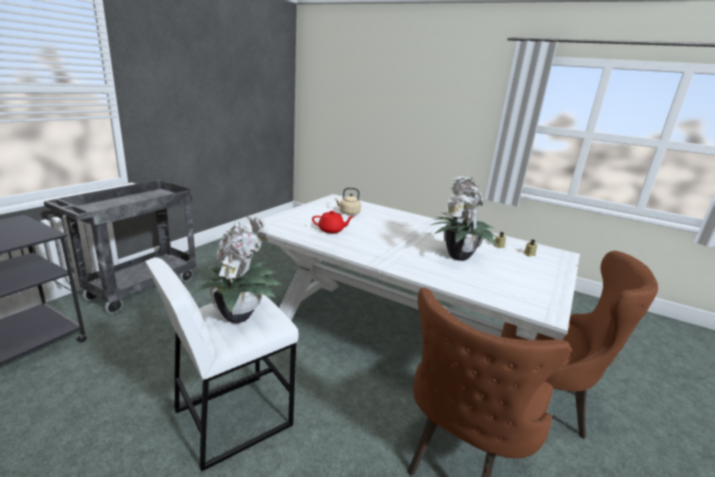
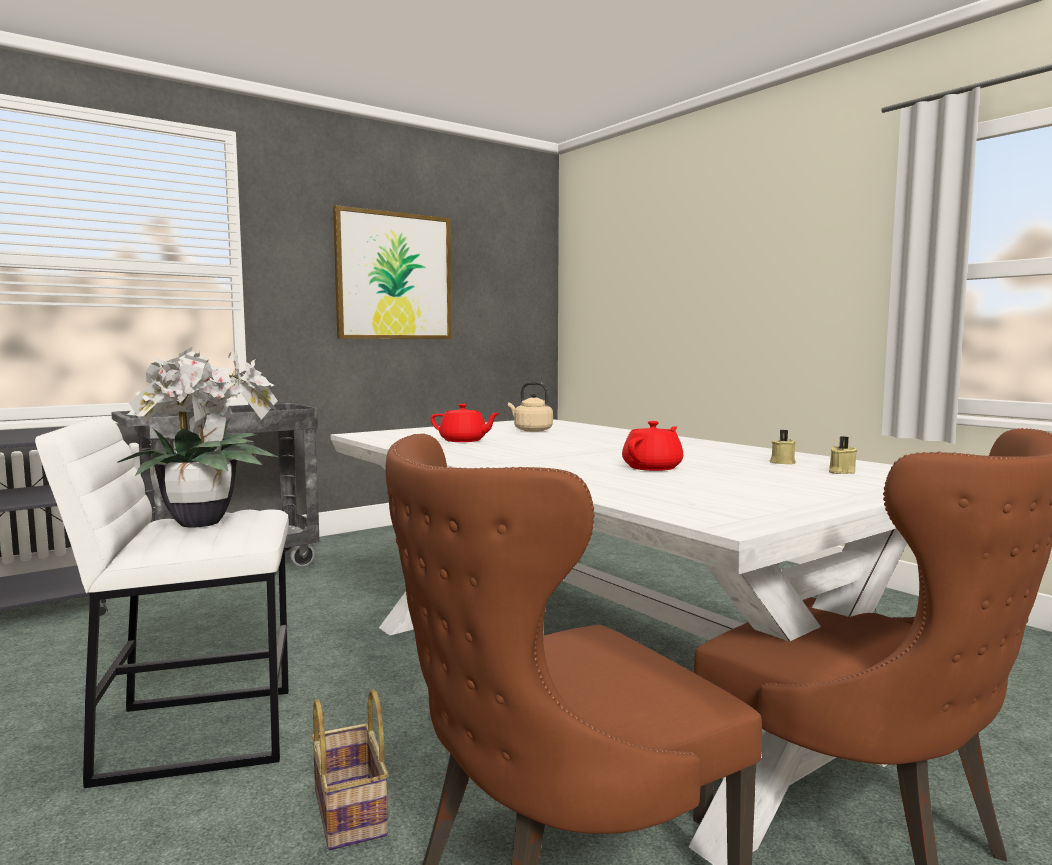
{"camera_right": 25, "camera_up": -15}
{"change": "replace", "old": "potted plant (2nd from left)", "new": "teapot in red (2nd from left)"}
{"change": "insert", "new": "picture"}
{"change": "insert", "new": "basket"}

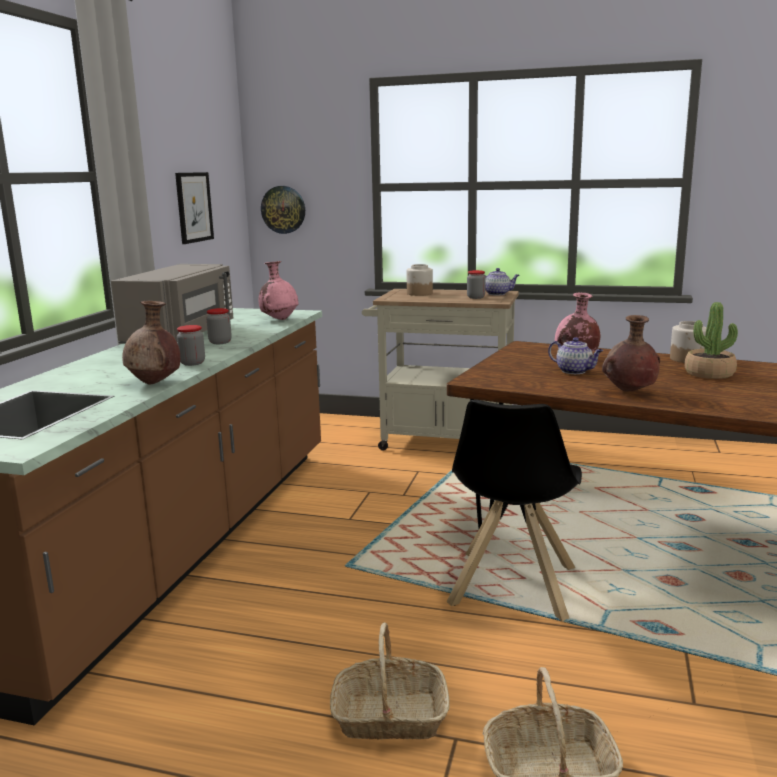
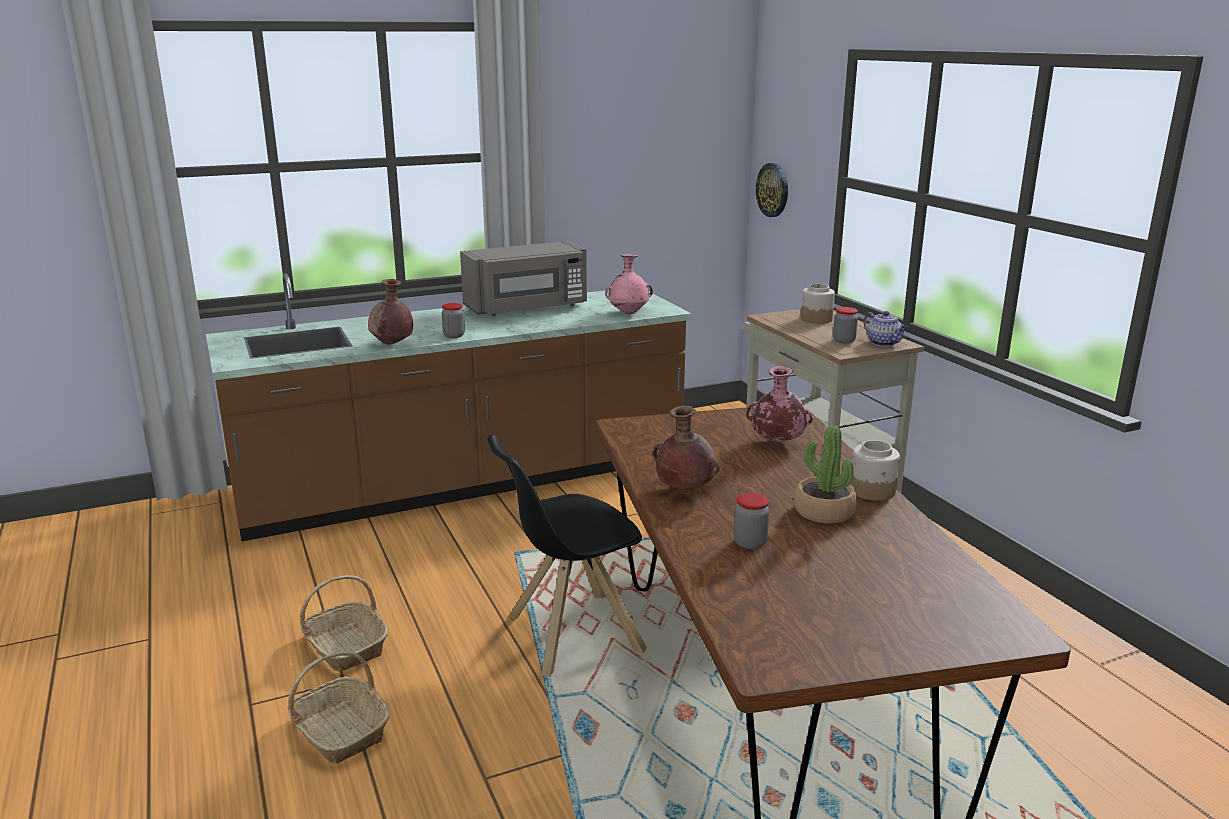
{"camera_right": 50, "camera_up": 5}
{"change": "delete", "old": "picture"}
{"change": "move", "old": "jar (2nd from left)"}
{"change": "delete", "old": "teapot (2nd from left)"}

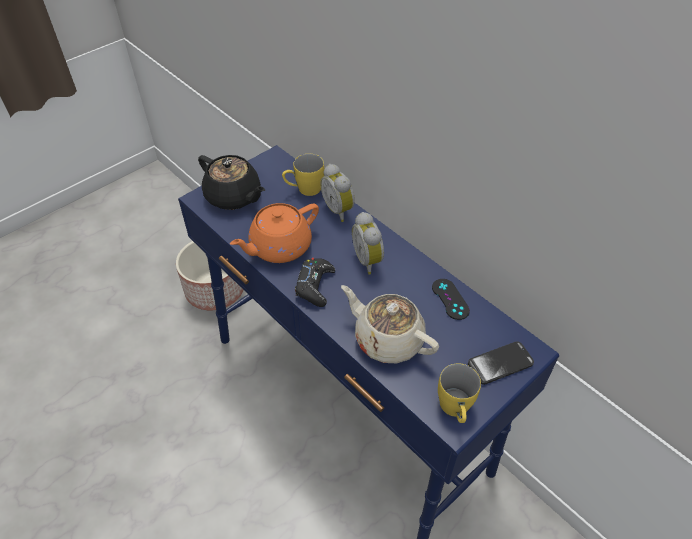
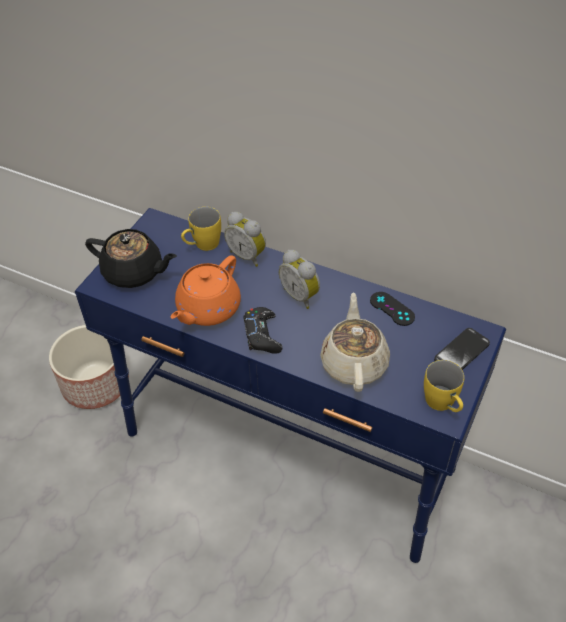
{"camera_right": -20, "camera_up": 0}
{"change": "rotate", "old": "teapot in beige", "degrees": 75}

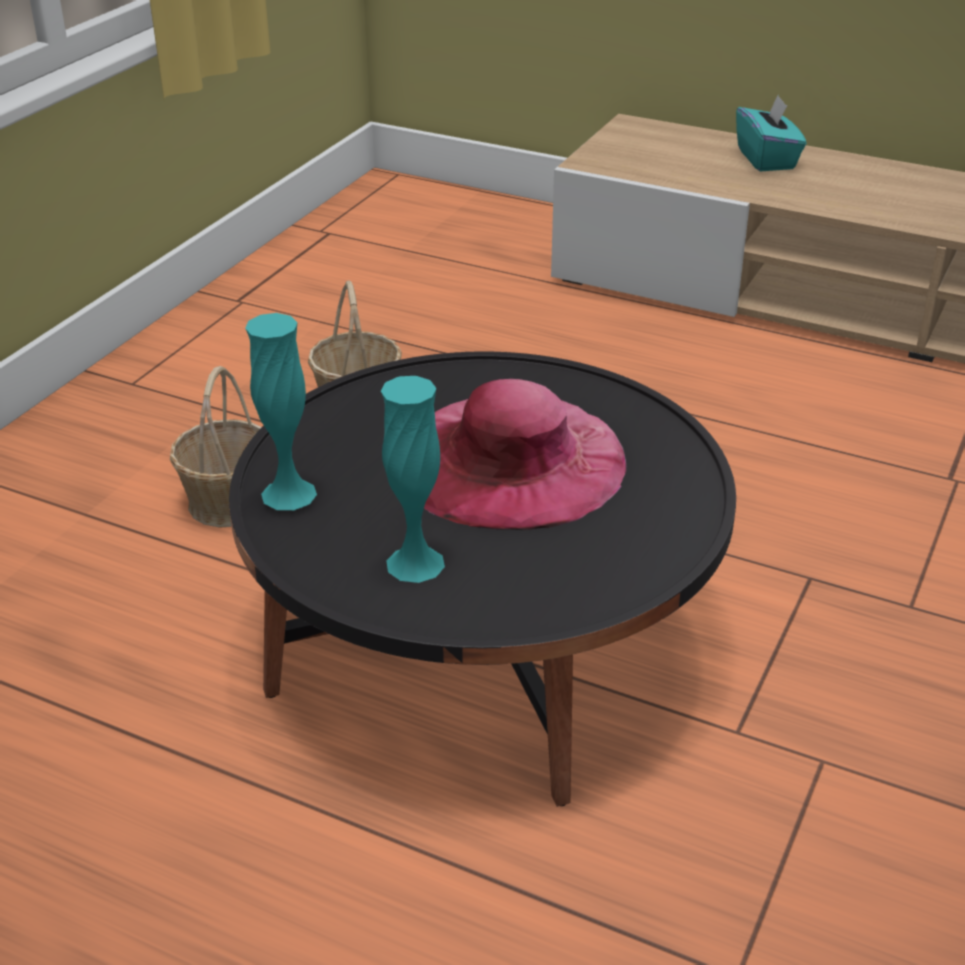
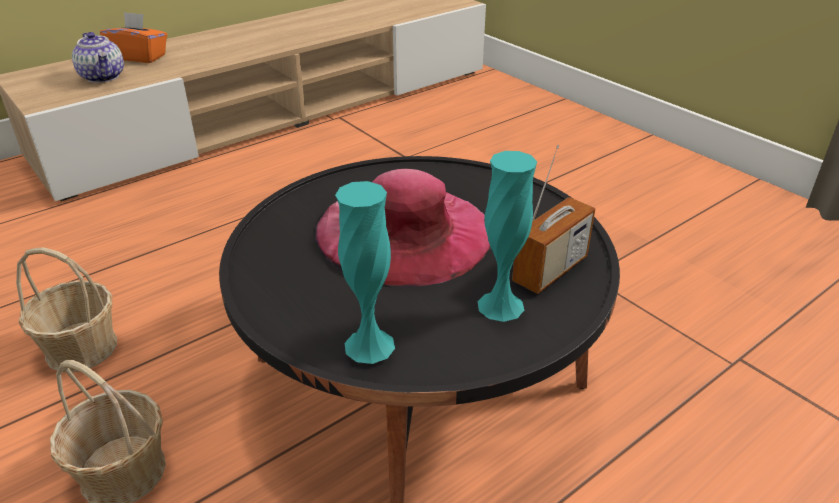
{"camera_right": -65, "camera_up": 0}
{"change": "recolor", "old": "tissue box in turquoise", "new": "tissue box in orange"}
{"change": "insert", "new": "teapot"}
{"change": "insert", "new": "radio"}

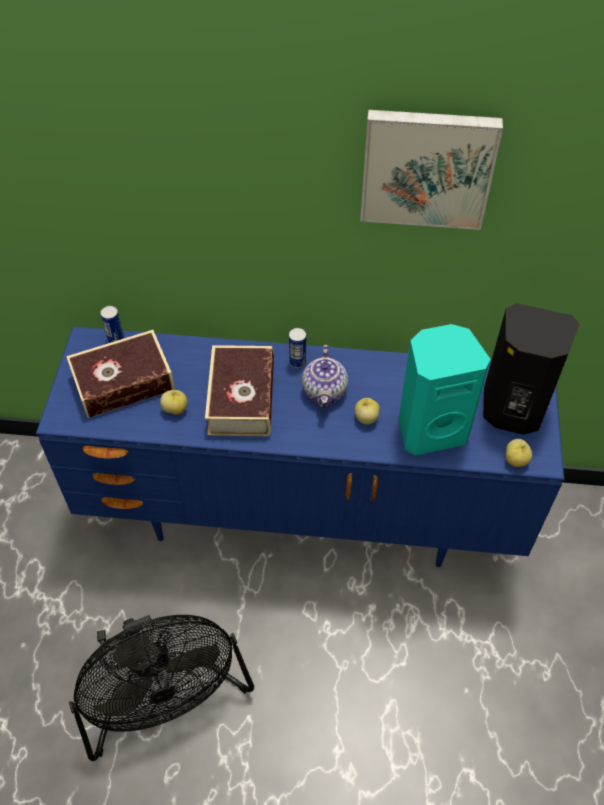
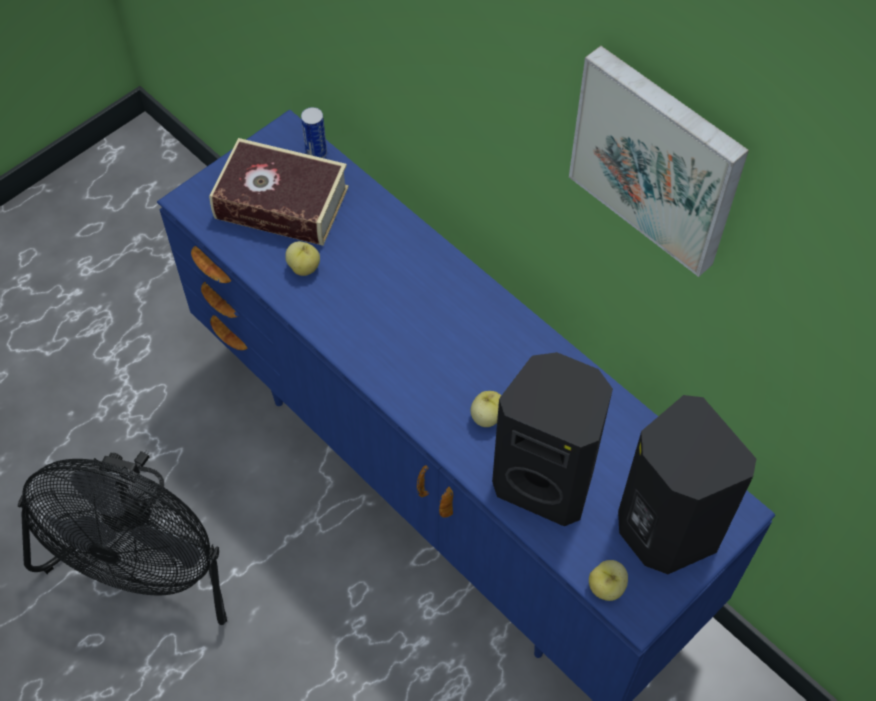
{"camera_right": 40, "camera_up": 5}
{"change": "recolor", "old": "speaker in turquoise", "new": "speaker in black (1st from left)"}
{"change": "delete", "old": "can (2nd from left)"}
{"change": "delete", "old": "book (2nd from left)"}
{"change": "delete", "old": "teapot"}

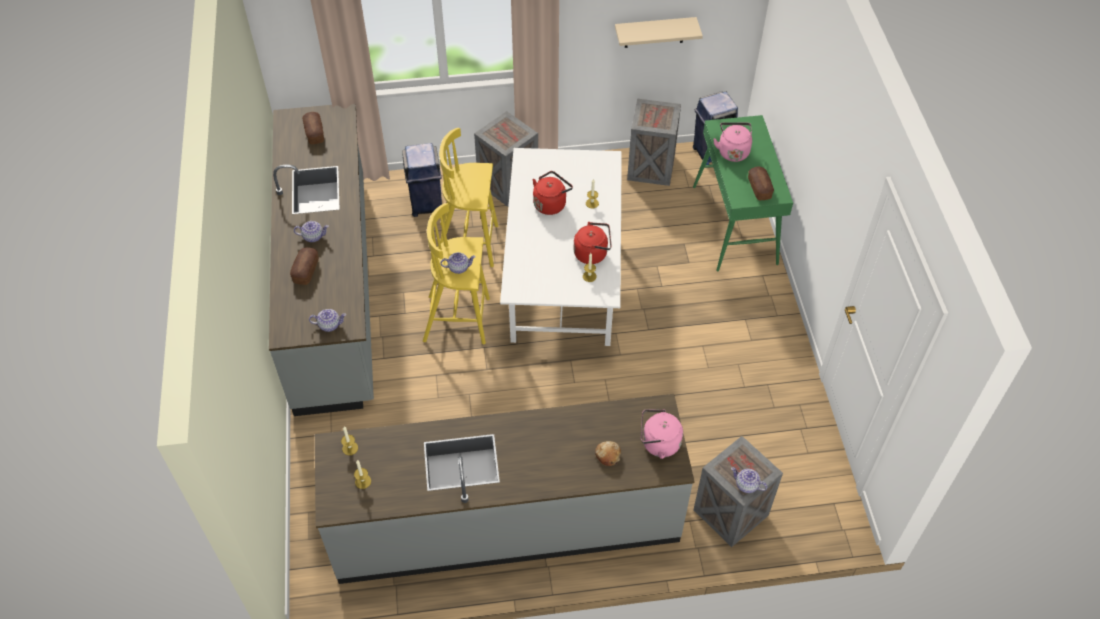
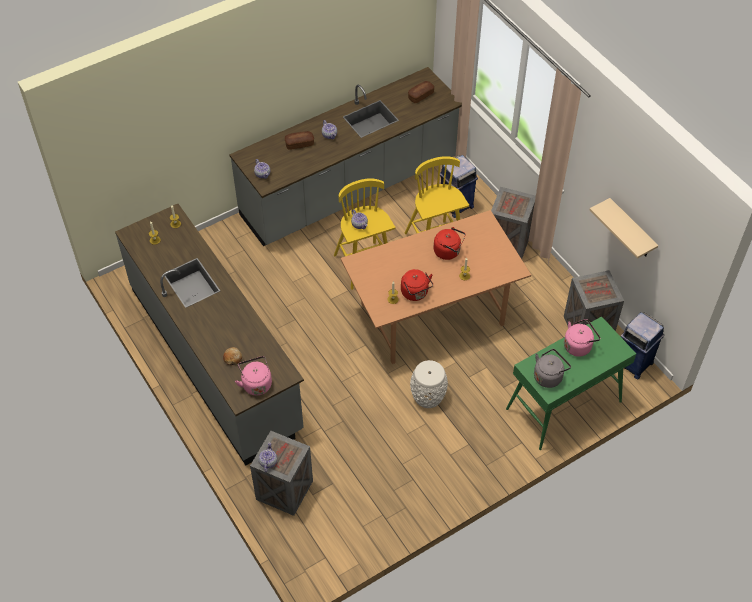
{"camera_right": 65, "camera_up": 0}
{"change": "recolor", "old": "dining table in white", "new": "dining table in brown"}
{"change": "replace", "old": "bread (4th from left)", "new": "kettle in grey"}
{"change": "insert", "new": "stool in white"}

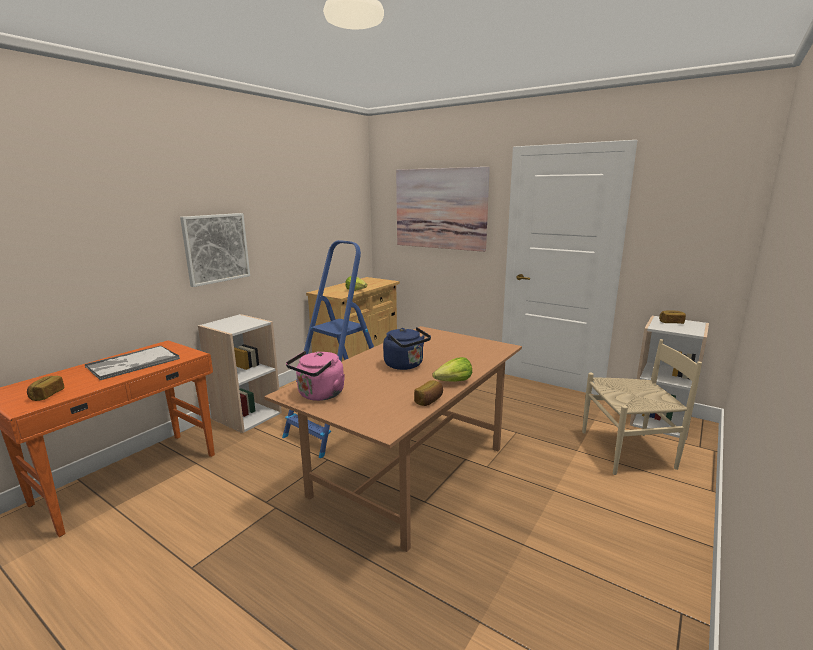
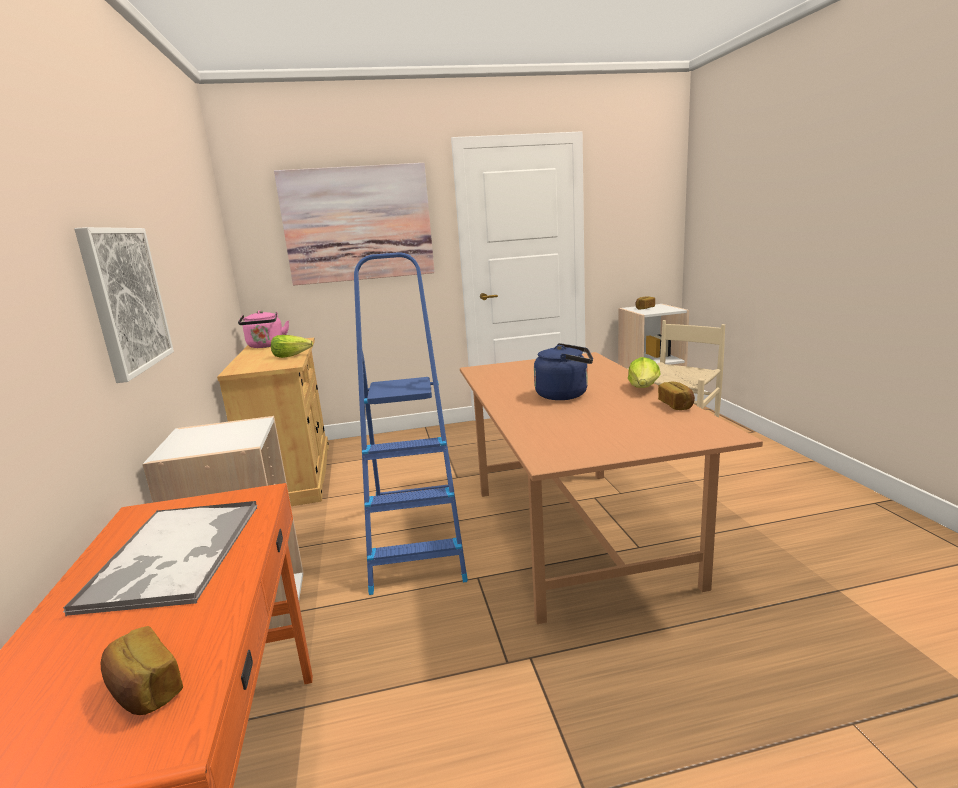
{"camera_right": -45, "camera_up": 0}
{"change": "move", "old": "kettle in pink"}

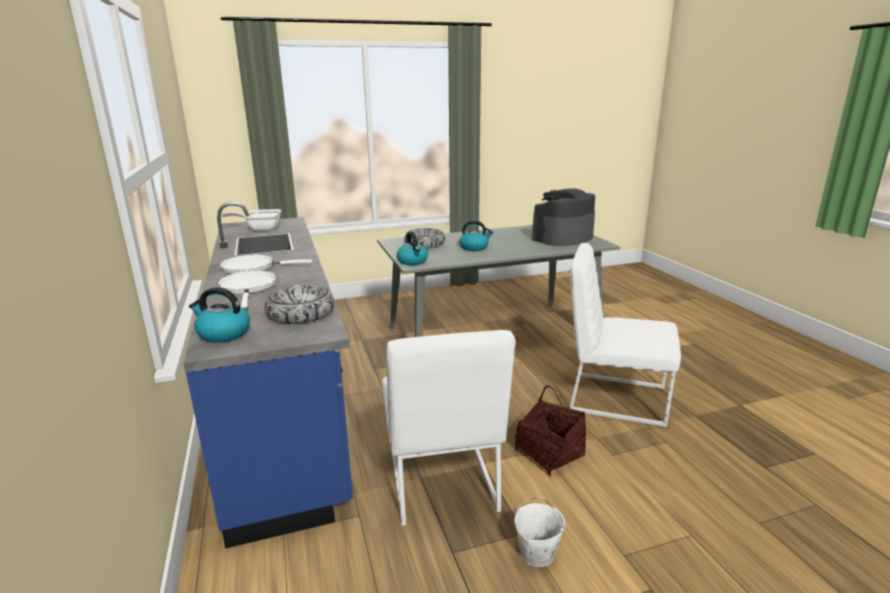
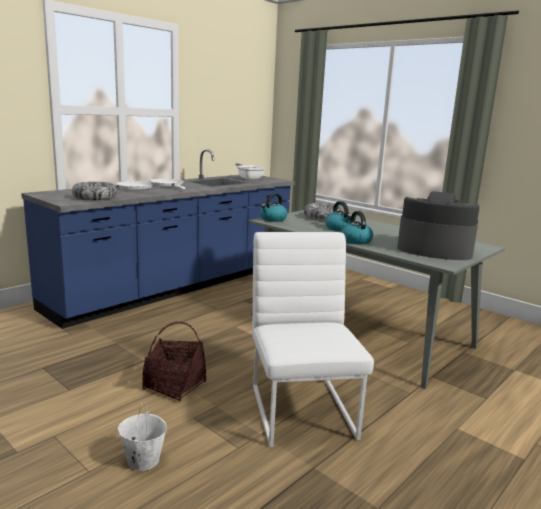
{"camera_right": 60, "camera_up": -5}
{"change": "move", "old": "kettle (1st from left in the first image)", "new": "kettle (3rd from left)"}
{"change": "delete", "old": "chair in white (1st from left)"}
{"change": "move", "old": "bucket in white"}

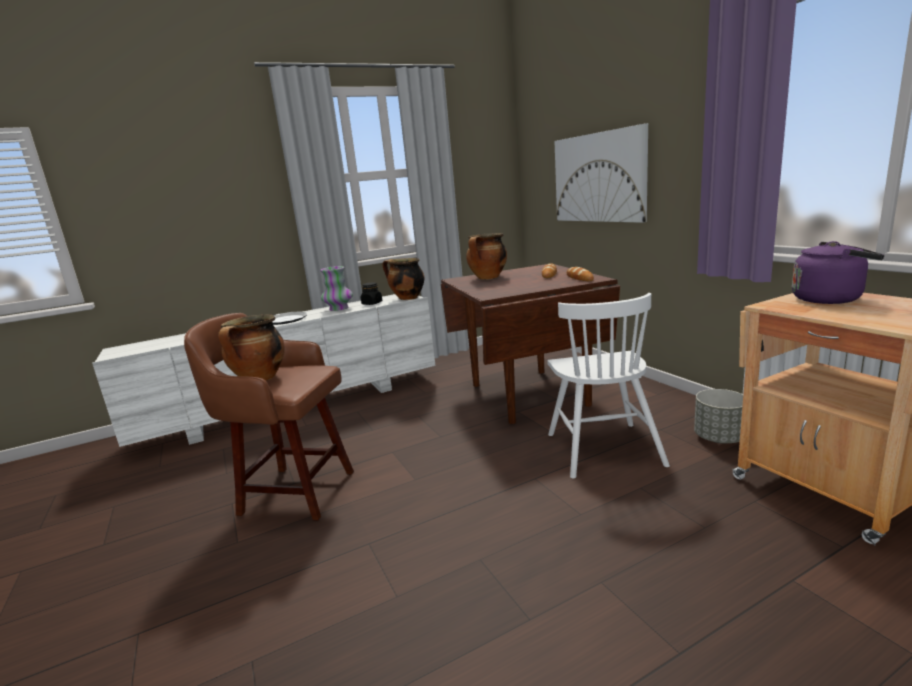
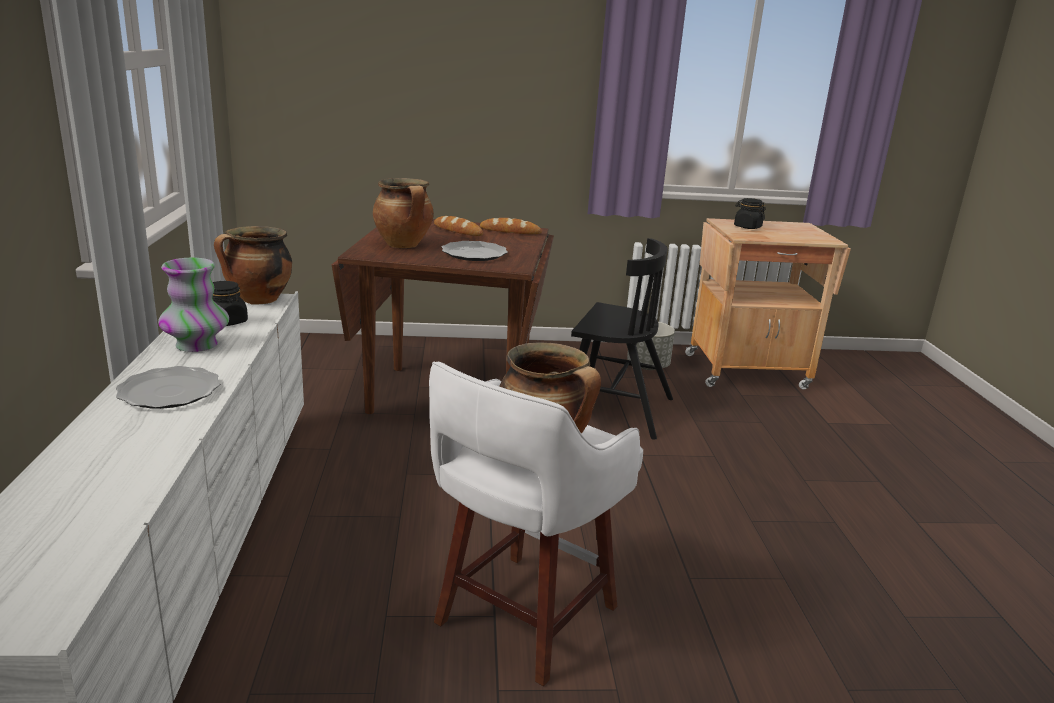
{"camera_right": -70, "camera_up": 5}
{"change": "delete", "old": "picture"}
{"change": "replace", "old": "kettle in purple", "new": "jar in black (2nd from left)"}
{"change": "recolor", "old": "chair in white", "new": "chair in black"}
{"change": "recolor", "old": "stool in brown", "new": "stool in white"}
{"change": "insert", "new": "plate (2nd from left)"}

